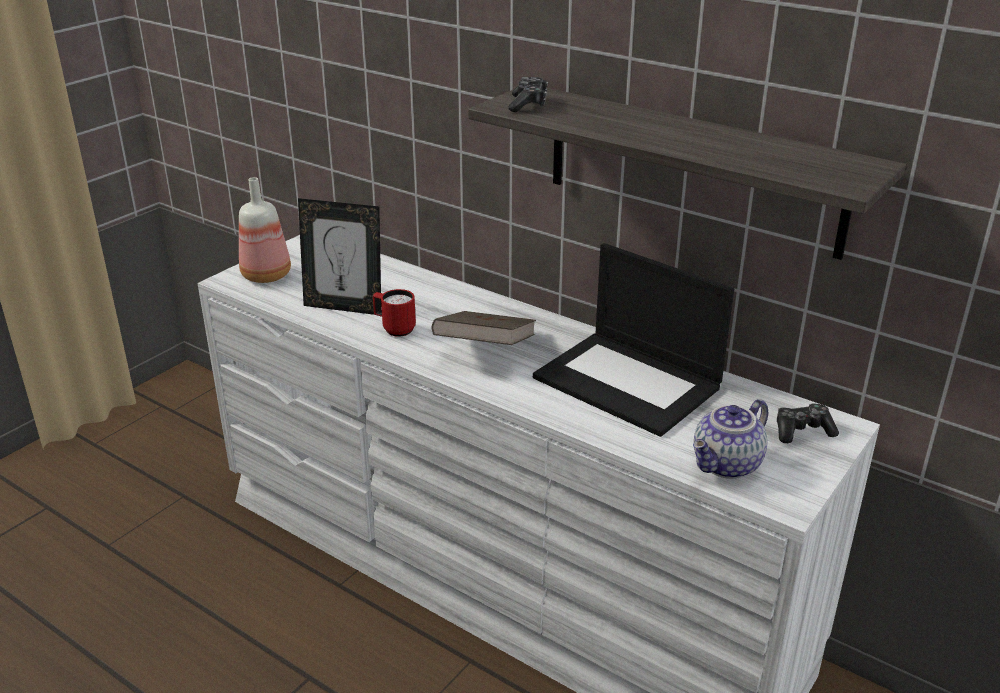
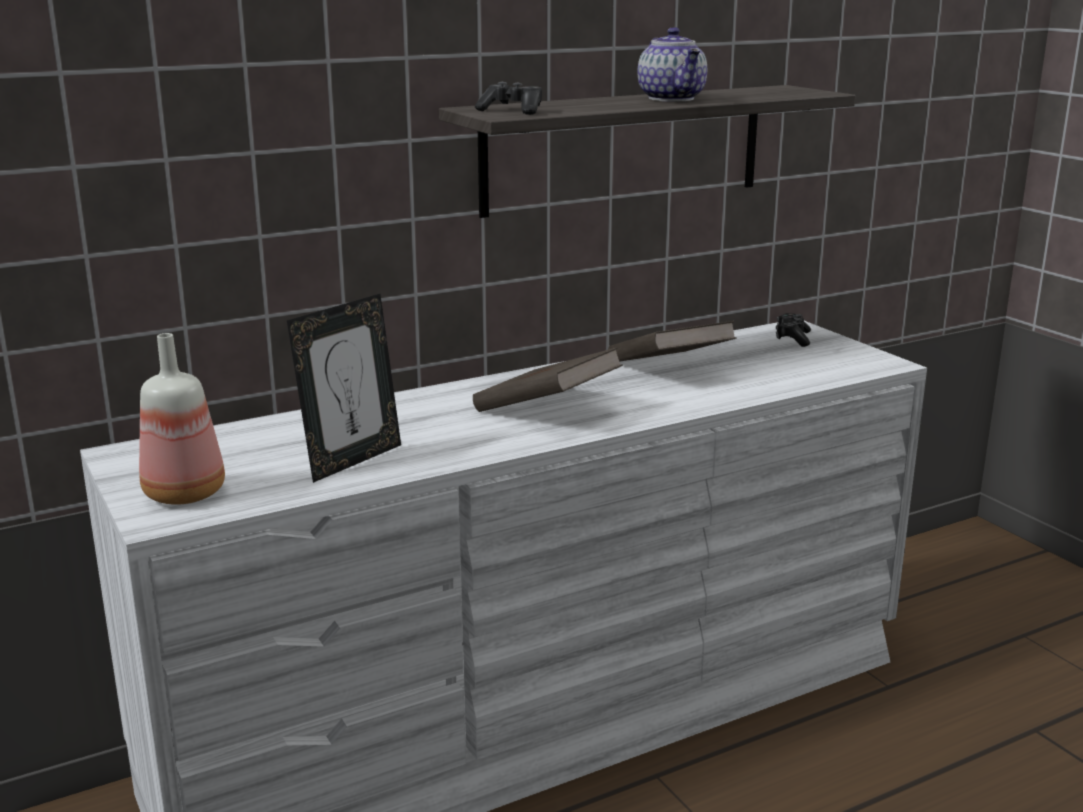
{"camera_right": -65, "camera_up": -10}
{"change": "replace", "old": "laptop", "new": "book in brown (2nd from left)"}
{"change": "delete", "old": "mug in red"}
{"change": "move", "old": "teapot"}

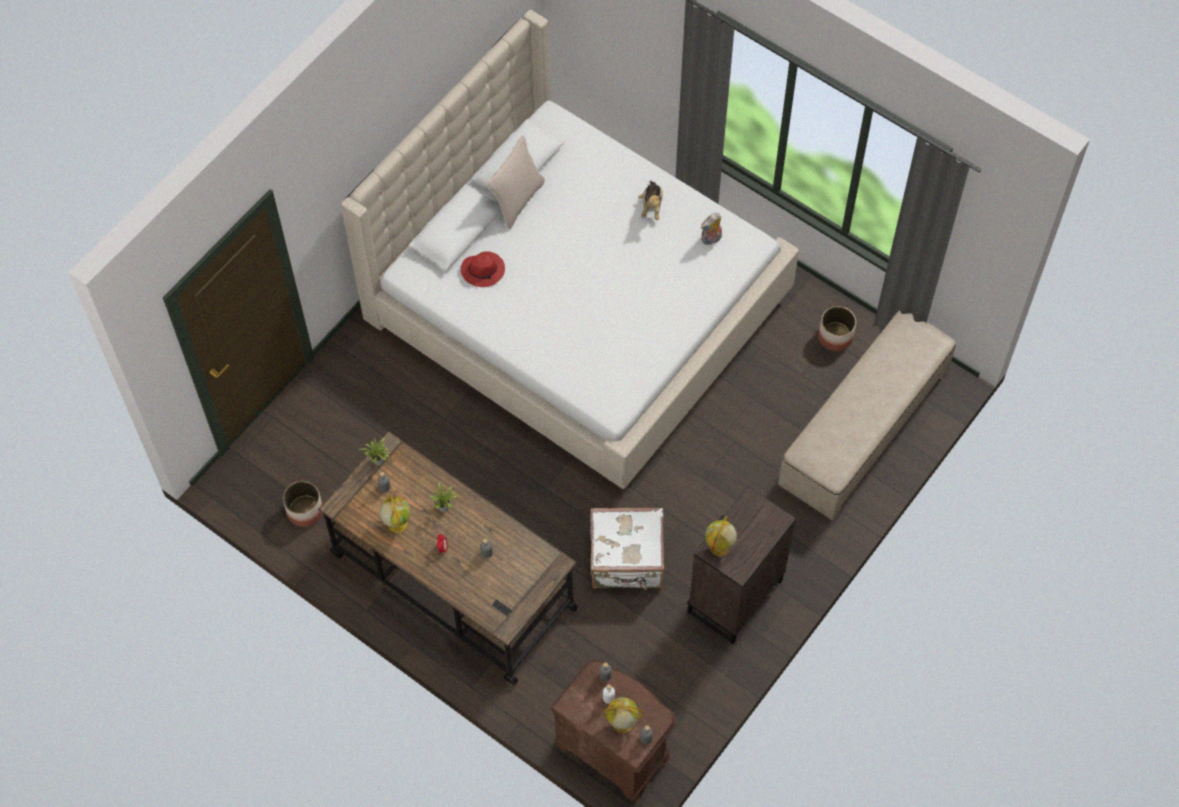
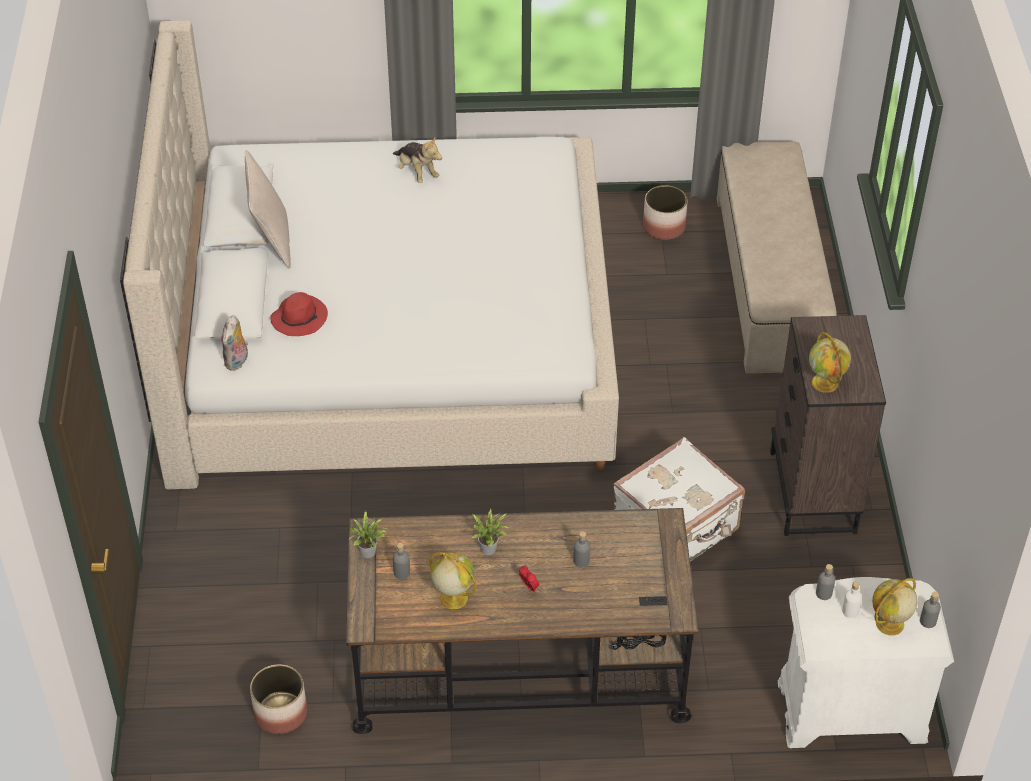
{"camera_right": -40, "camera_up": -15}
{"change": "move", "old": "plush toy (2nd from left in the first image)", "new": "plush toy (1st from left)"}
{"change": "recolor", "old": "nightstand in brown", "new": "nightstand in white"}

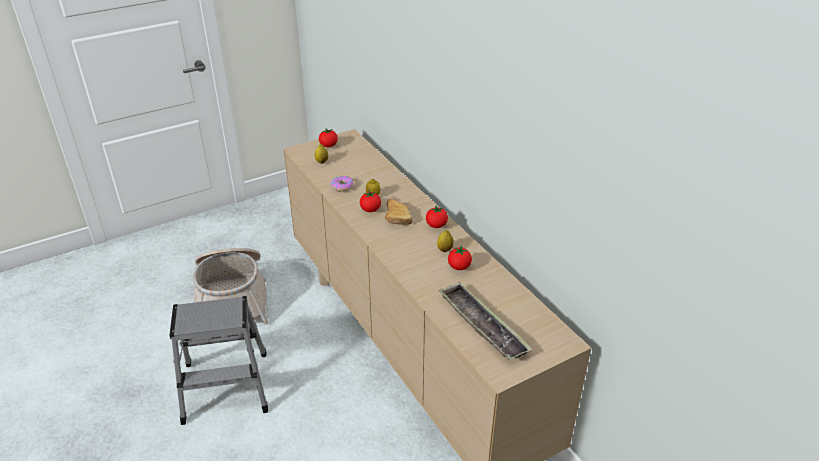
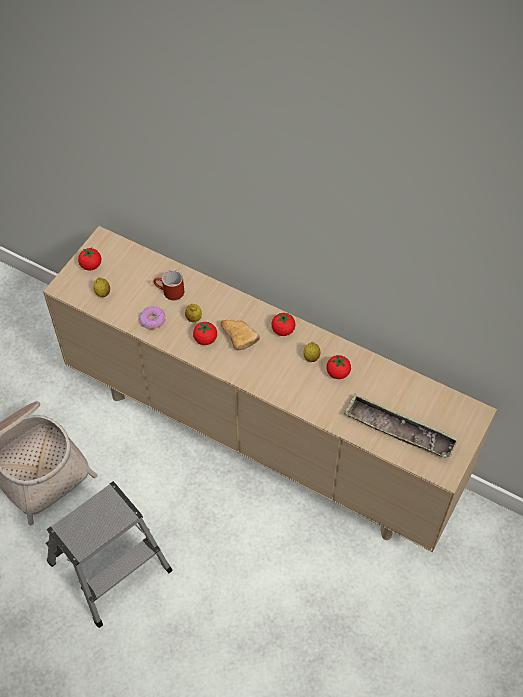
{"camera_right": -30, "camera_up": 20}
{"change": "insert", "new": "mug in red"}

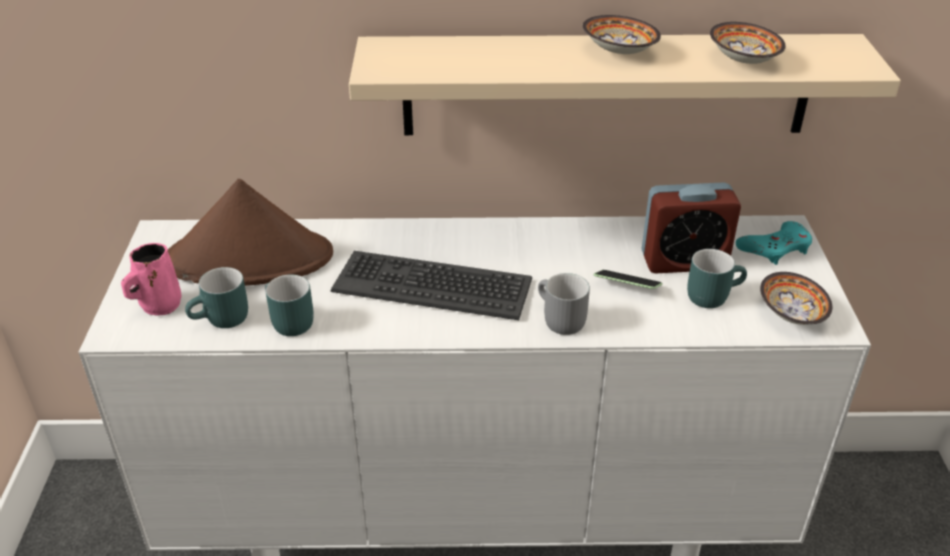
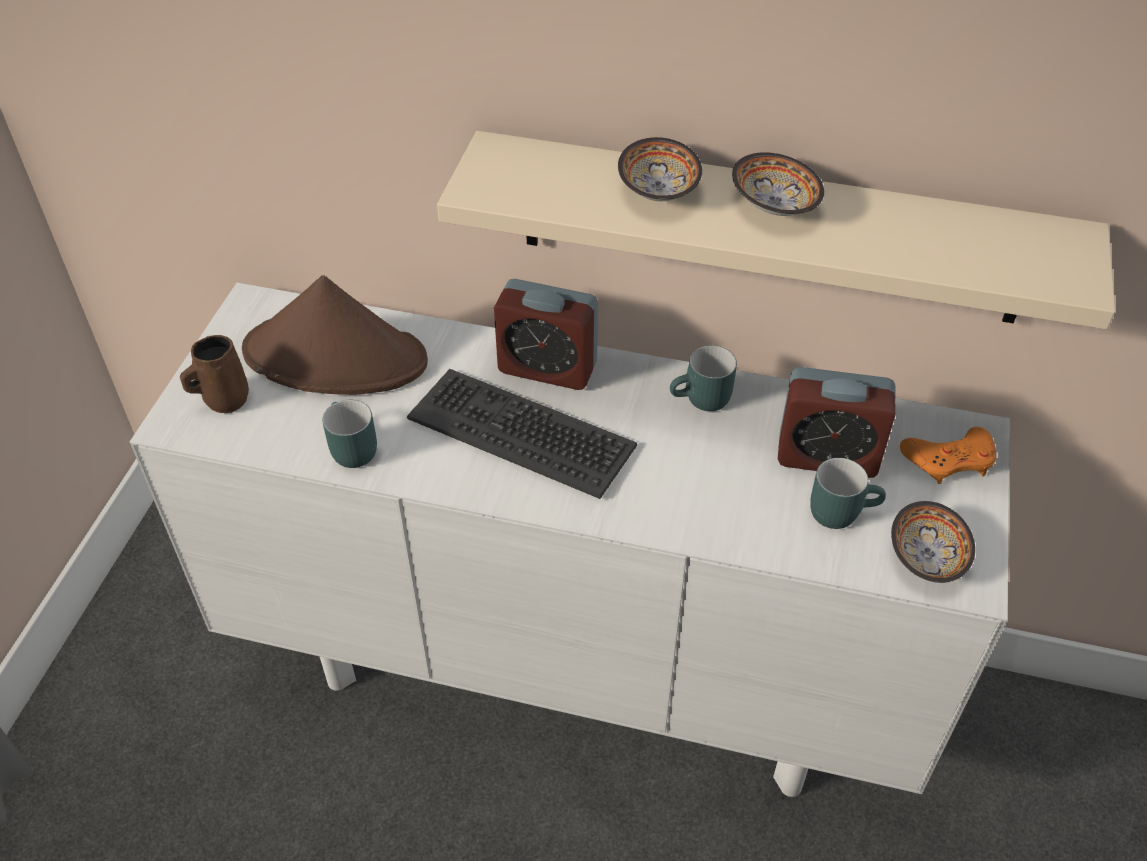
{"camera_right": 15, "camera_up": 10}
{"change": "move", "old": "bowl (2nd from left in the first image)", "new": "bowl (1st from left)"}
{"change": "recolor", "old": "game controller in turquoise", "new": "game controller in orange"}
{"change": "recolor", "old": "mug in pink", "new": "mug in brown"}
{"change": "move", "old": "mug in turquoise (1st from left in the first image)", "new": "mug in turquoise (2nd from left)"}
{"change": "delete", "old": "phone"}
{"change": "delete", "old": "mug in grey"}
{"change": "insert", "new": "alarm clock (1st from left)"}

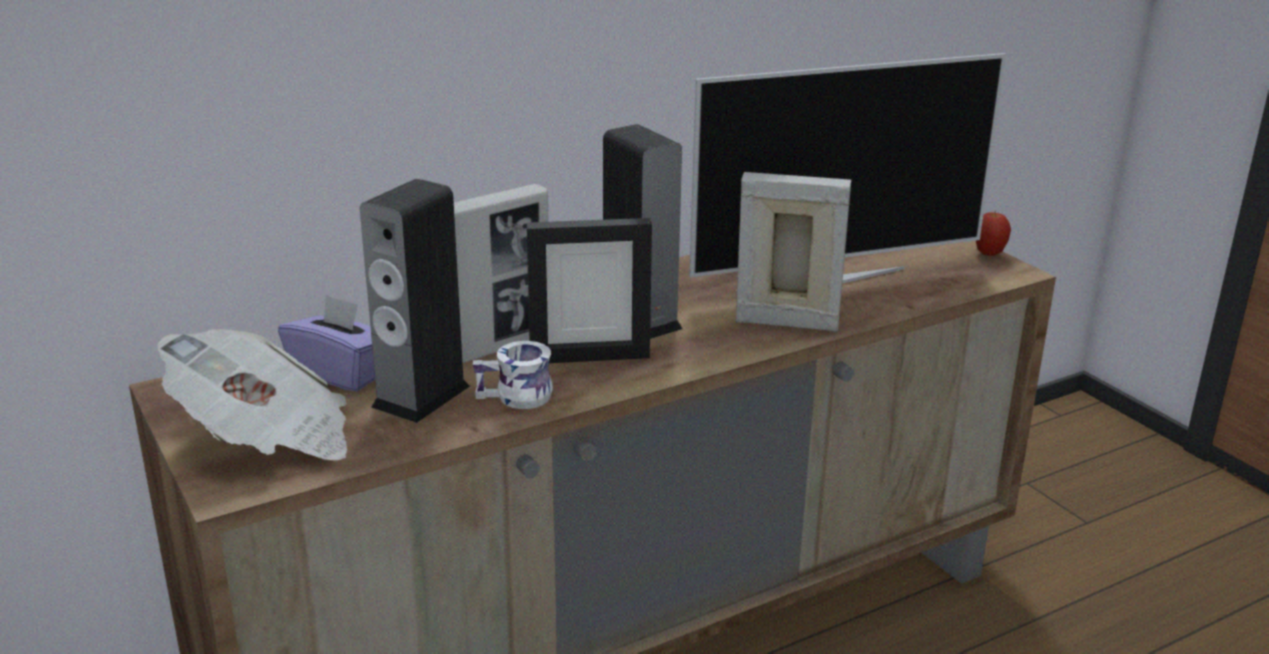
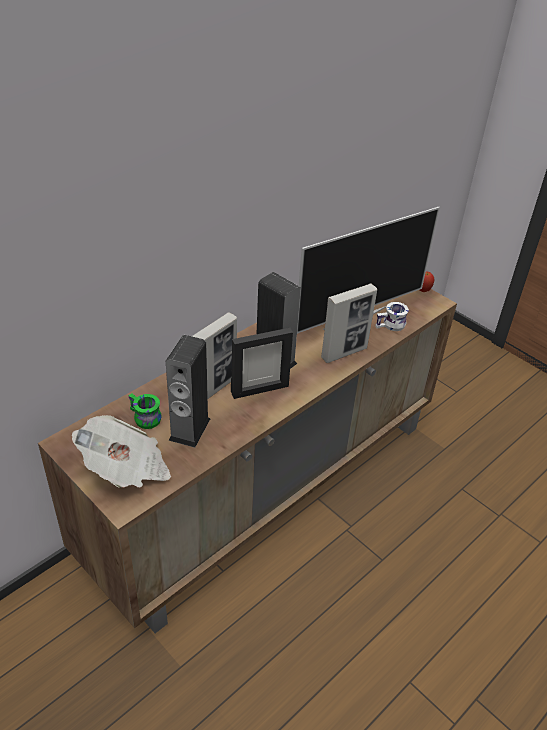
{"camera_right": -15, "camera_up": 15}
{"change": "rotate", "old": "picture frame (3rd from left)", "degrees": 150}
{"change": "replace", "old": "tissue box in purple", "new": "mug in green"}
{"change": "move", "old": "mug in white"}

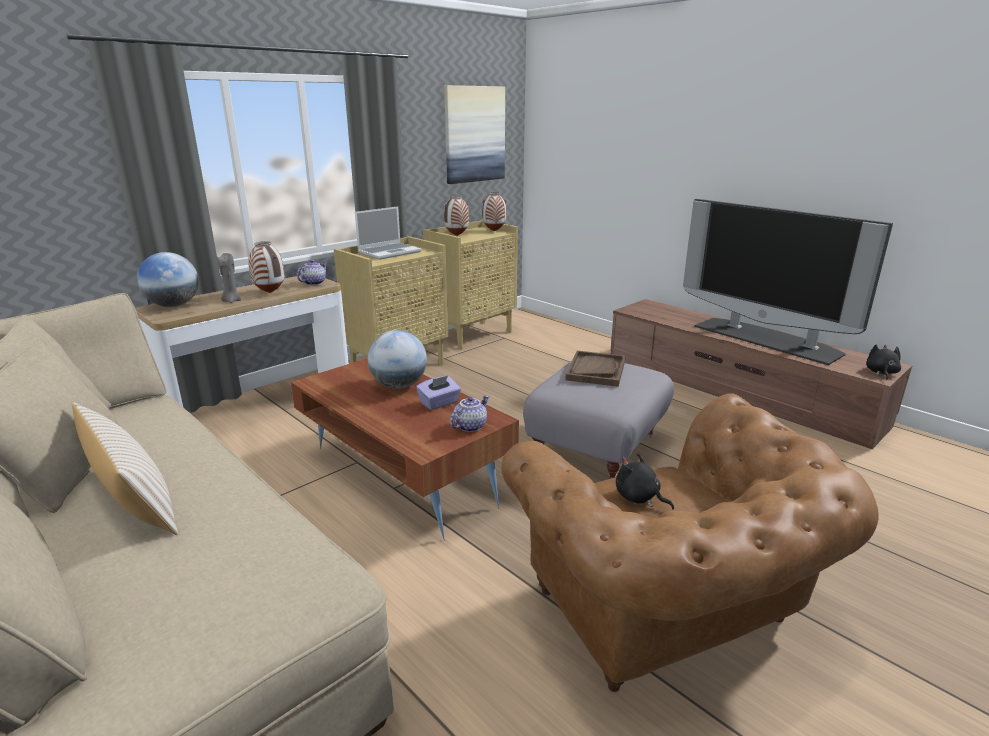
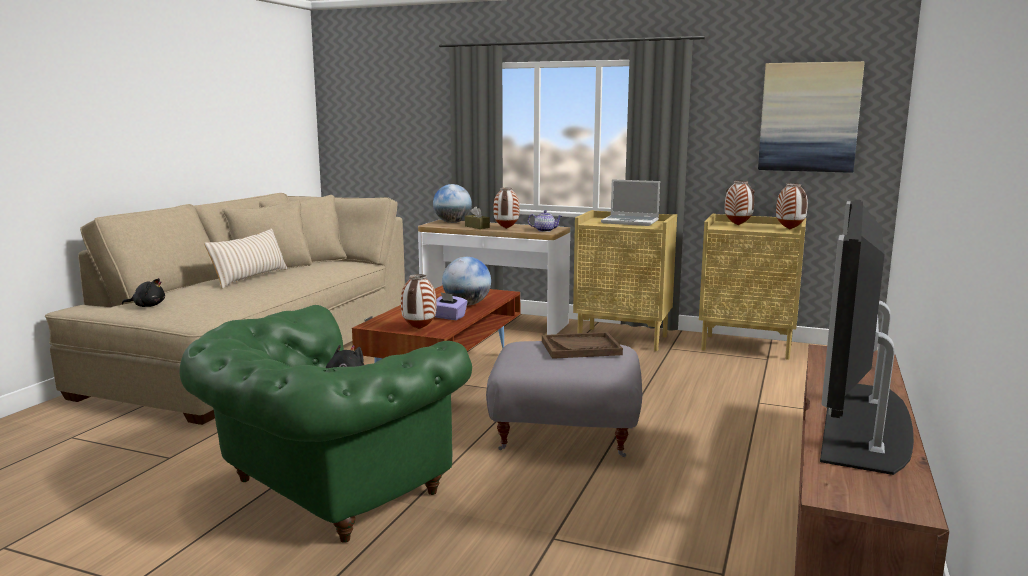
{"camera_right": 65, "camera_up": -10}
{"change": "replace", "old": "candle in grey", "new": "tissue box in brown"}
{"change": "move", "old": "plush toy in black (2nd from left in the first image)", "new": "plush toy in black (1st from left)"}
{"change": "recolor", "old": "armchair in brown", "new": "armchair in green"}
{"change": "replace", "old": "teapot (2nd from left)", "new": "vase (1st from left)"}

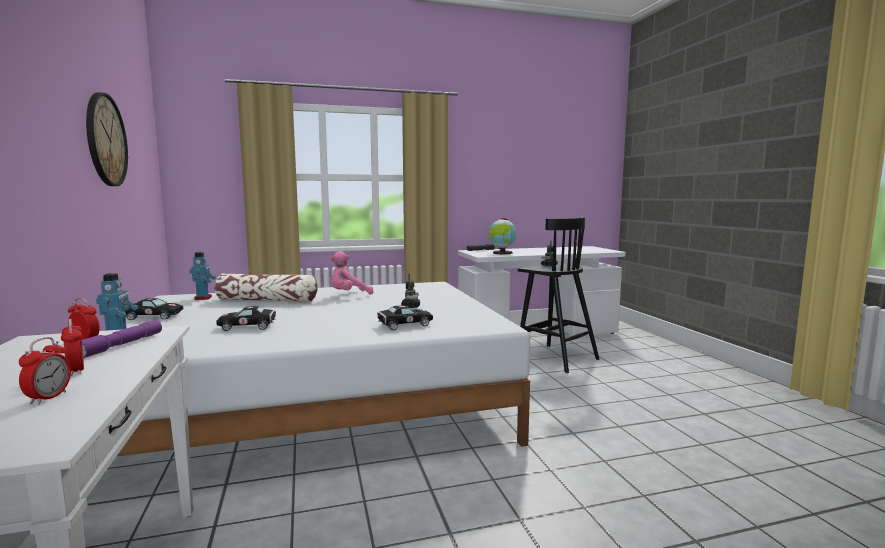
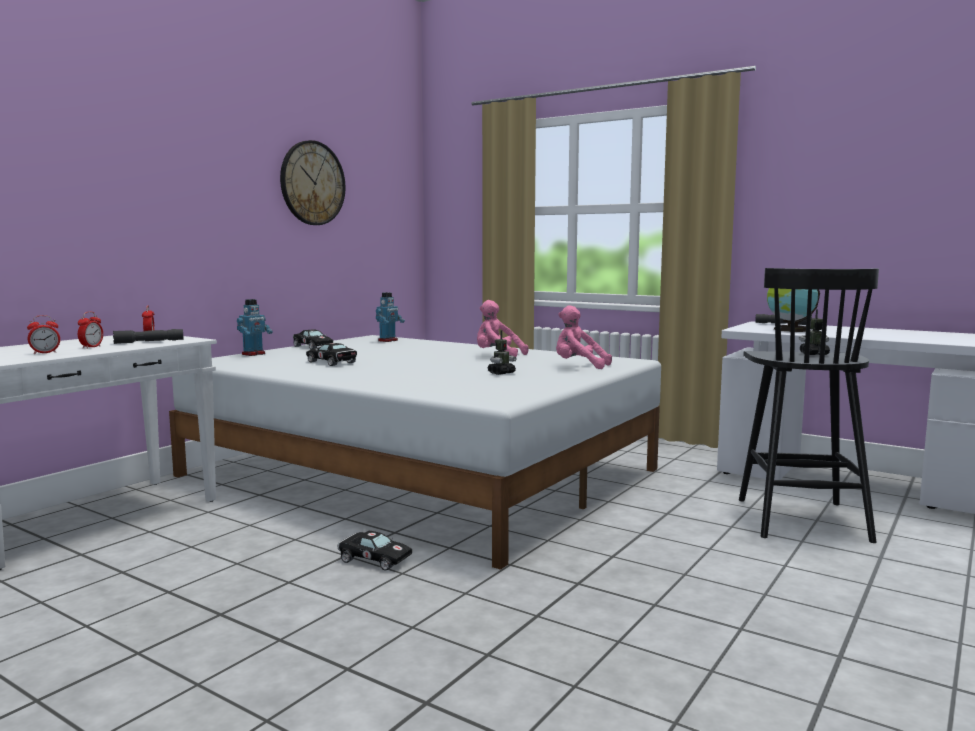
{"camera_right": 50, "camera_up": 0}
{"change": "delete", "old": "pillow"}
{"change": "move", "old": "toy car in black (3rd from left)"}
{"change": "recolor", "old": "flashlight in purple", "new": "flashlight in grey (1st from left)"}
{"change": "insert", "new": "plush toy in pink (2nd from left)"}

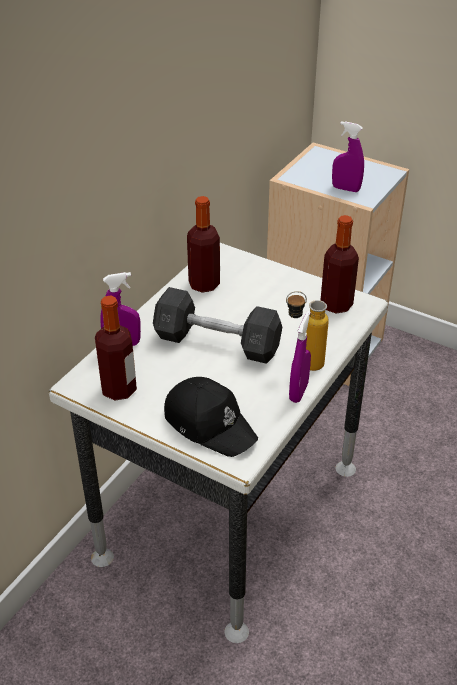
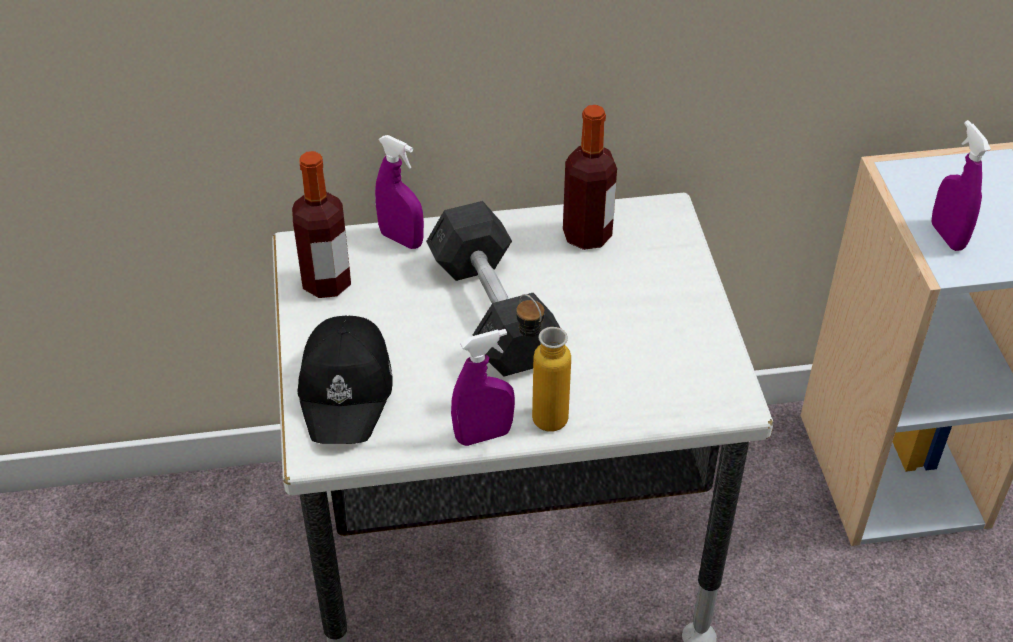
{"camera_right": 50, "camera_up": 5}
{"change": "delete", "old": "bottle (4th from left)"}

